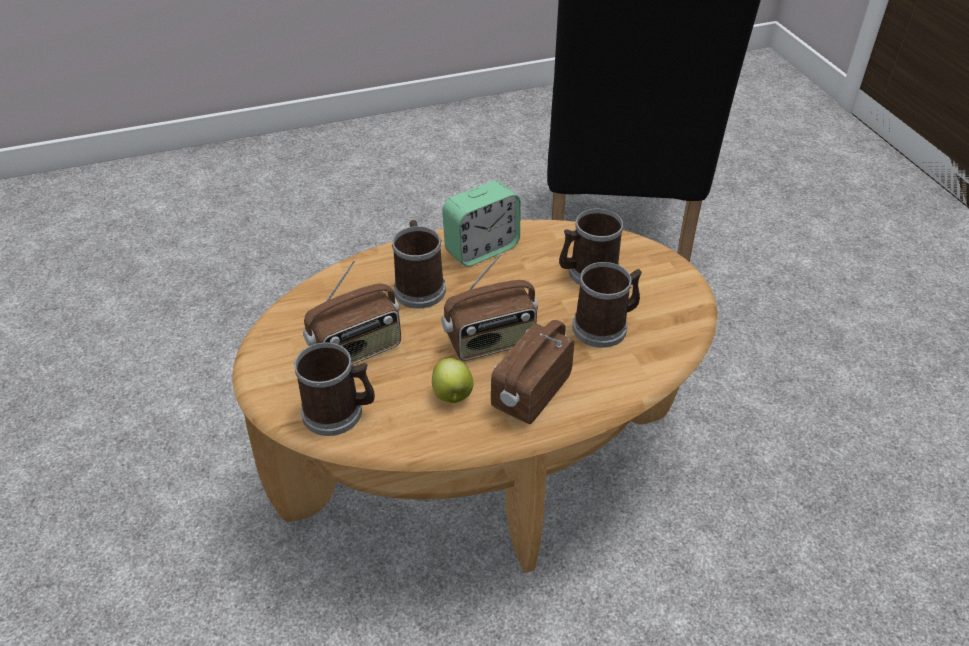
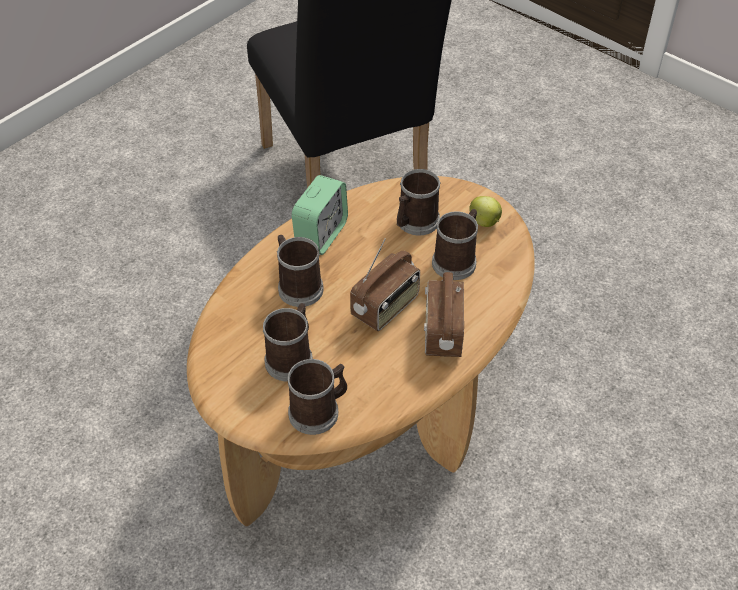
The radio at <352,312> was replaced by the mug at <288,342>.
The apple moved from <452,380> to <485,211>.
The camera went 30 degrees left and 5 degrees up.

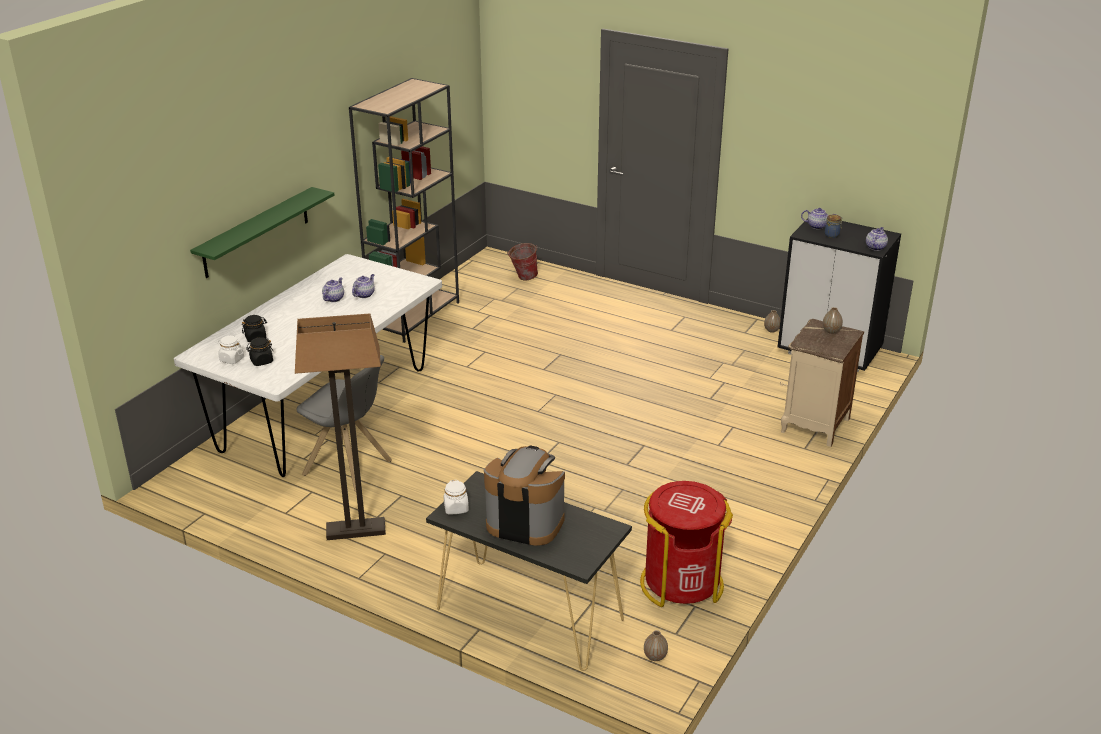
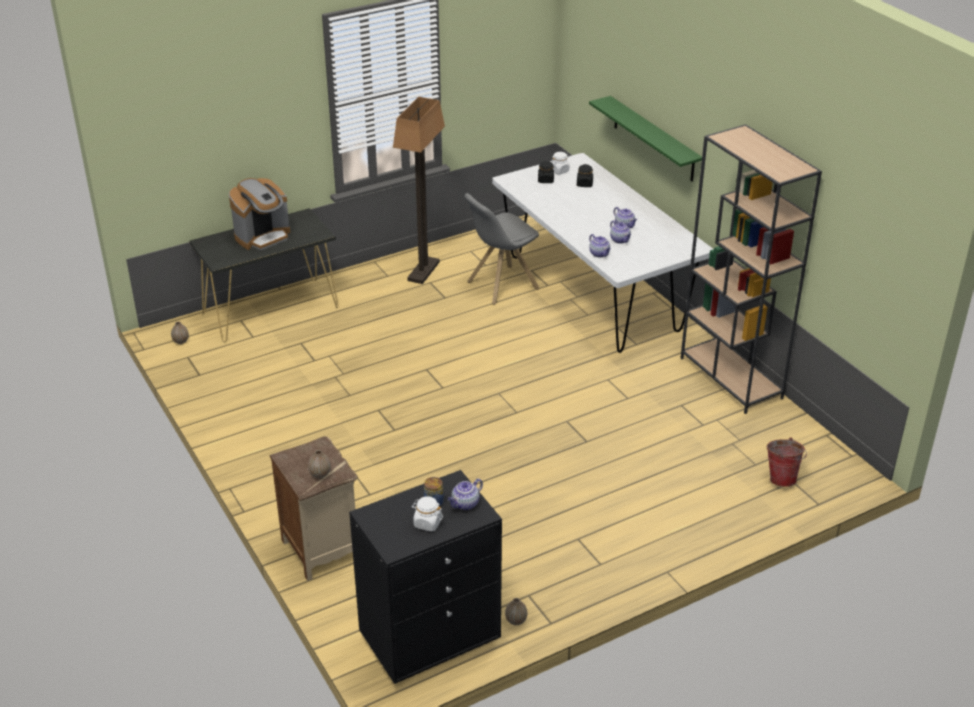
The white jar moved from <456,497> to <427,513>.
The red trash can at <686,544> disappeared.
The teapot moved from <877,239> to <600,245>.
The camera went 120 degrees right and 5 degrees up.

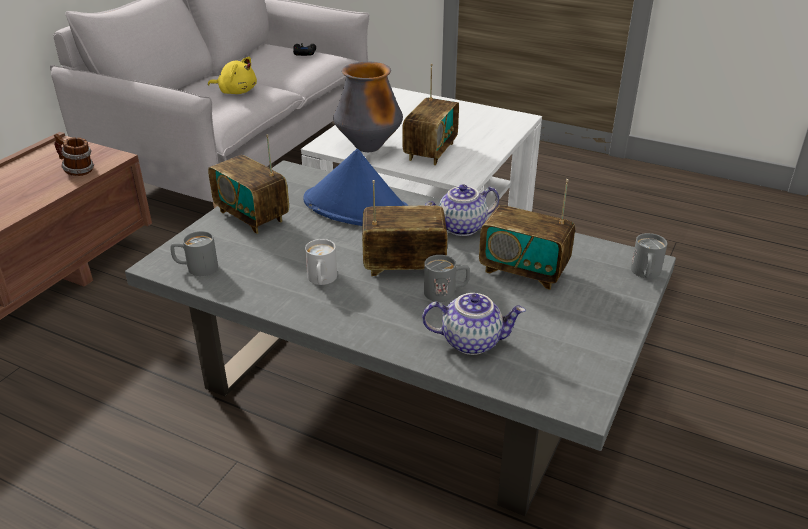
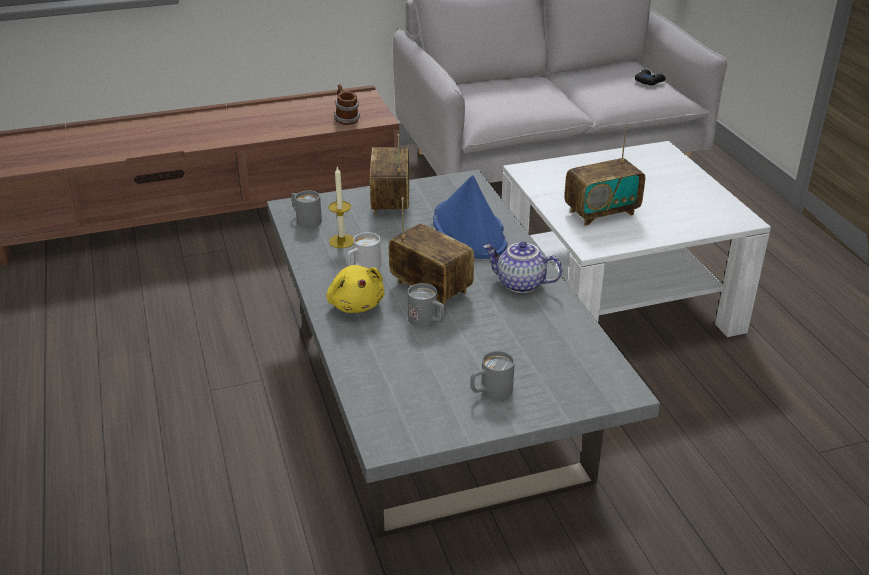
The yellow plush toy moved from <232,75> to <356,289>.
The vase at <368,106> disappeared.
The teapot at <474,324> disappeared.
The radio at <527,234> disappeared.
The grey mug moved from <649,256> to <492,375>.
The candle at <341,207> appeared.
The camera went 45 degrees right and 0 degrees up.

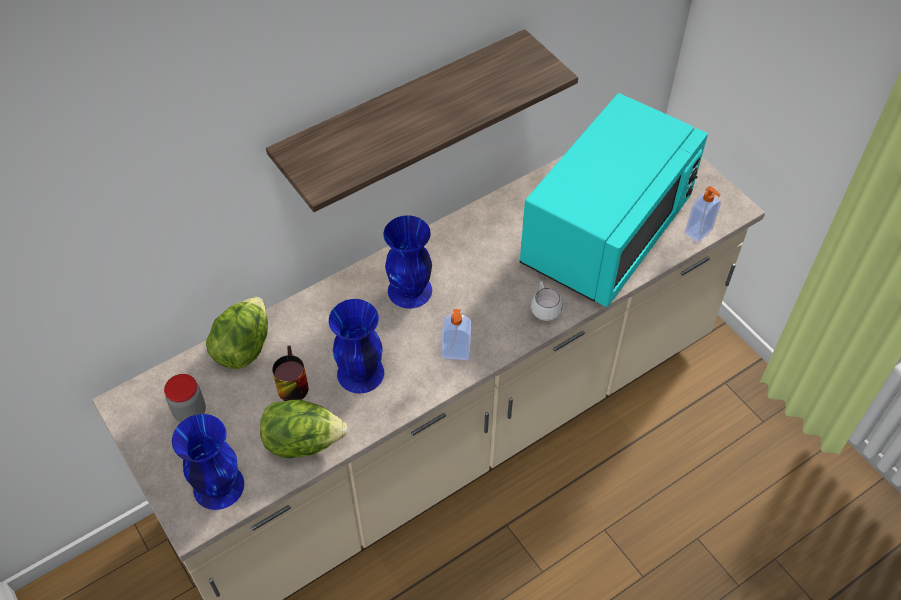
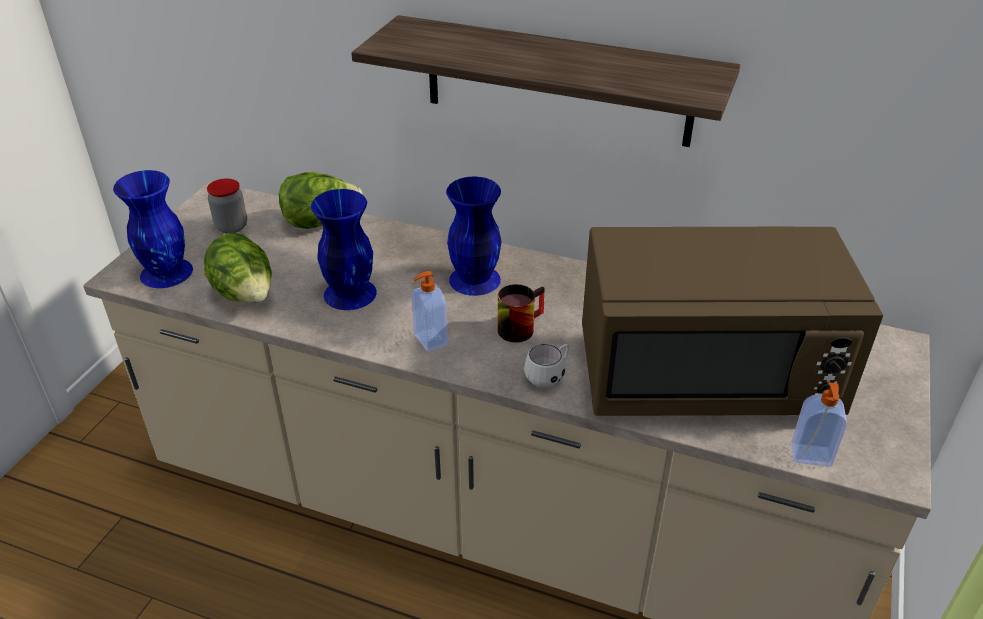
The mug moved from <290,373> to <521,313>.
The turquoise microwave at <614,200> became the brown microwave at <732,321>.
The camera went 55 degrees right and 15 degrees down.

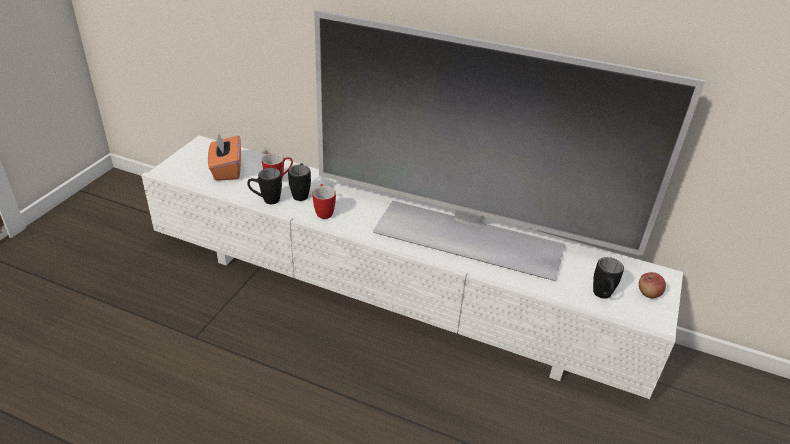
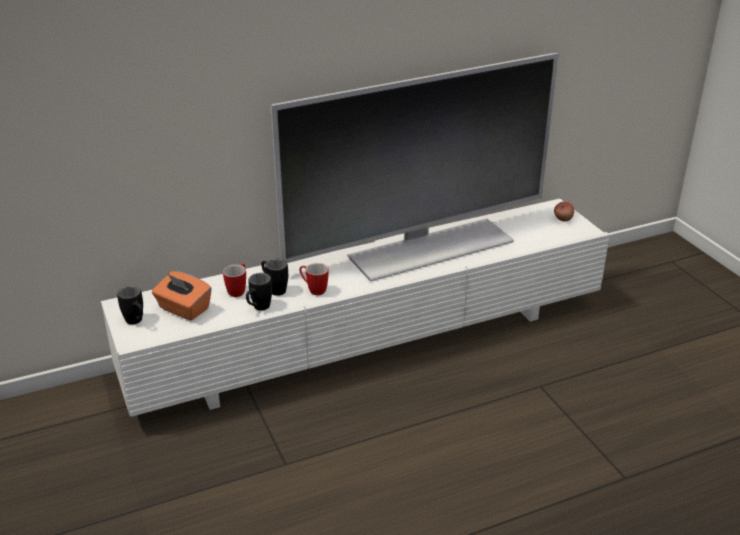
The black mug moved from <608,278> to <130,305>.
The camera went 45 degrees left and 5 degrees down.

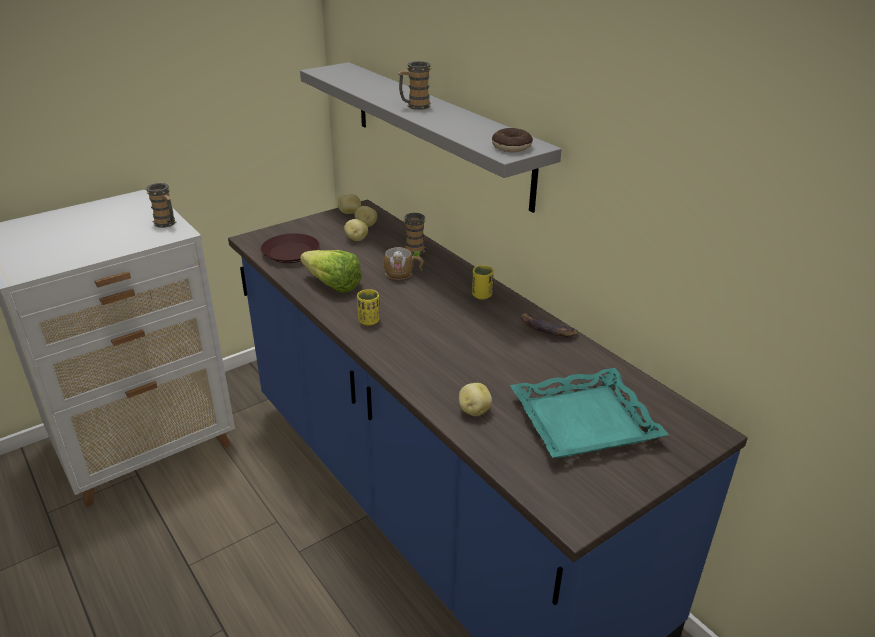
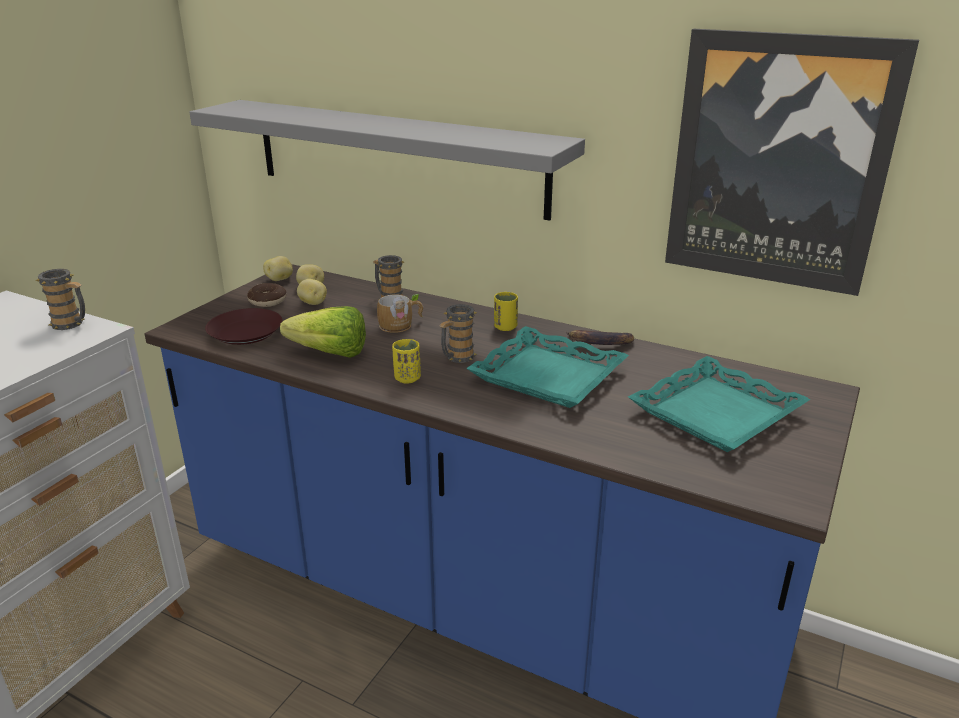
The mug moved from <414,85> to <458,333>.
The potato at <475,399> disappeared.
The donut moved from <512,140> to <266,295>.
The turquoise tray at <547,367> appeared.
The picture at <792,162> appeared.
The camera went 25 degrees left and 5 degrees down.

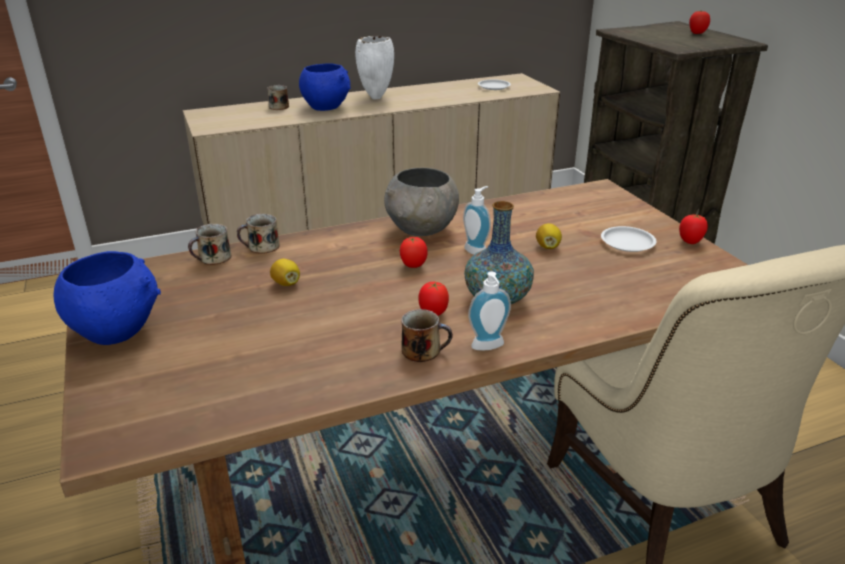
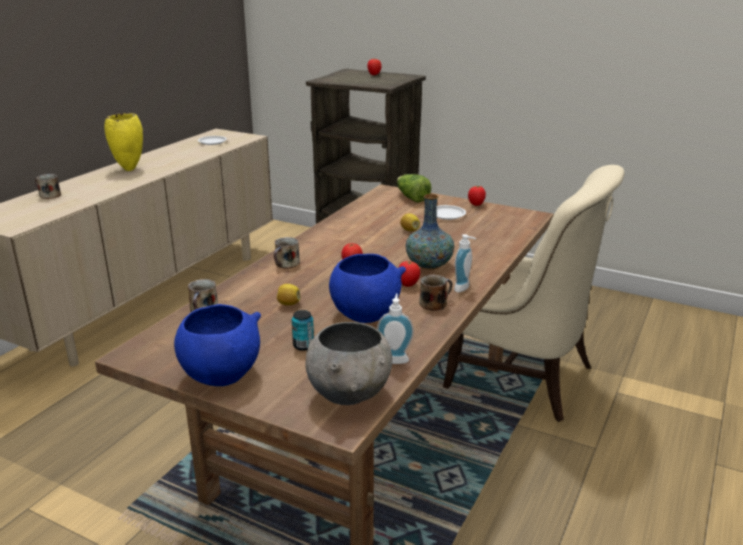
The mug moved from <258,234> to <287,252>.
The blue bowl moved from <325,87> to <367,288>.
The white vase at <374,67> became the yellow vase at <123,142>.
The grey bowl moved from <421,201> to <349,363>.
The soap dispenser moved from <477,220> to <395,329>.
The can at <303,330> appeared.
The lettuce at <414,188> appeared.
The camera went 40 degrees left and 5 degrees down.

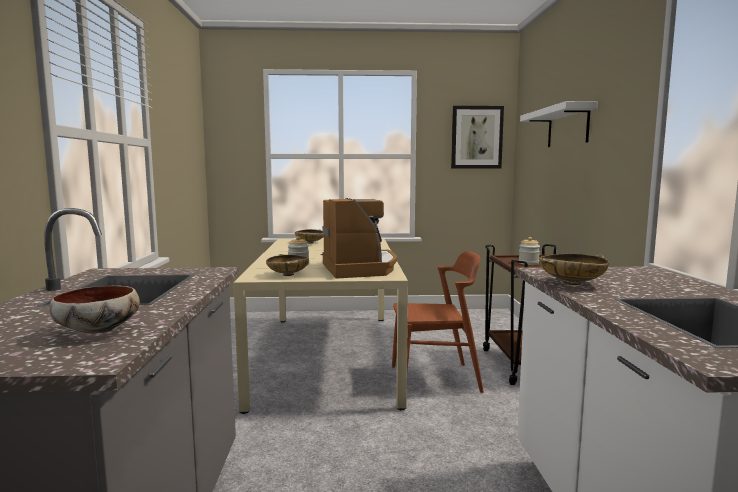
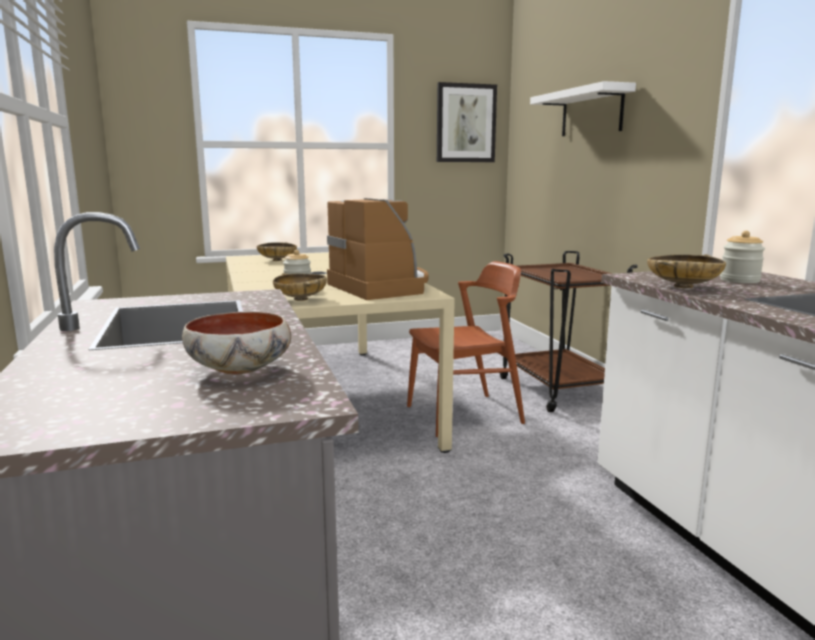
The jar moved from <529,251> to <742,257>.
The camera went 15 degrees left and 5 degrees up.

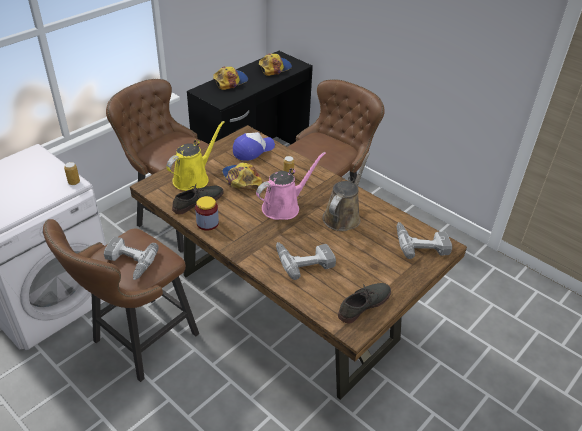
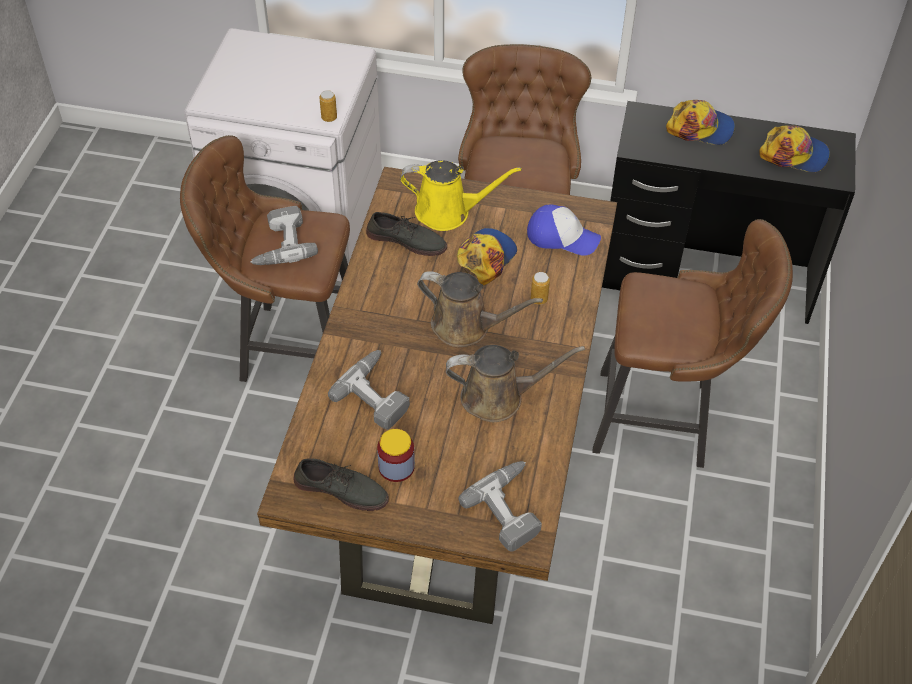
The jar moved from <207,213> to <396,455>.
The pink watering can at <291,186> became the brown watering can at <480,309>.
The camera went 60 degrees right and 10 degrees up.

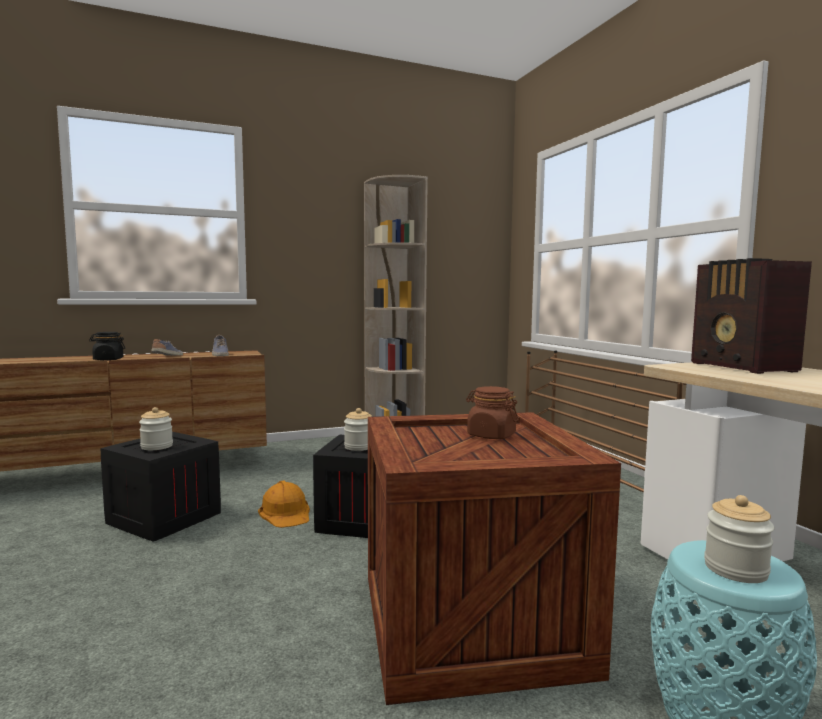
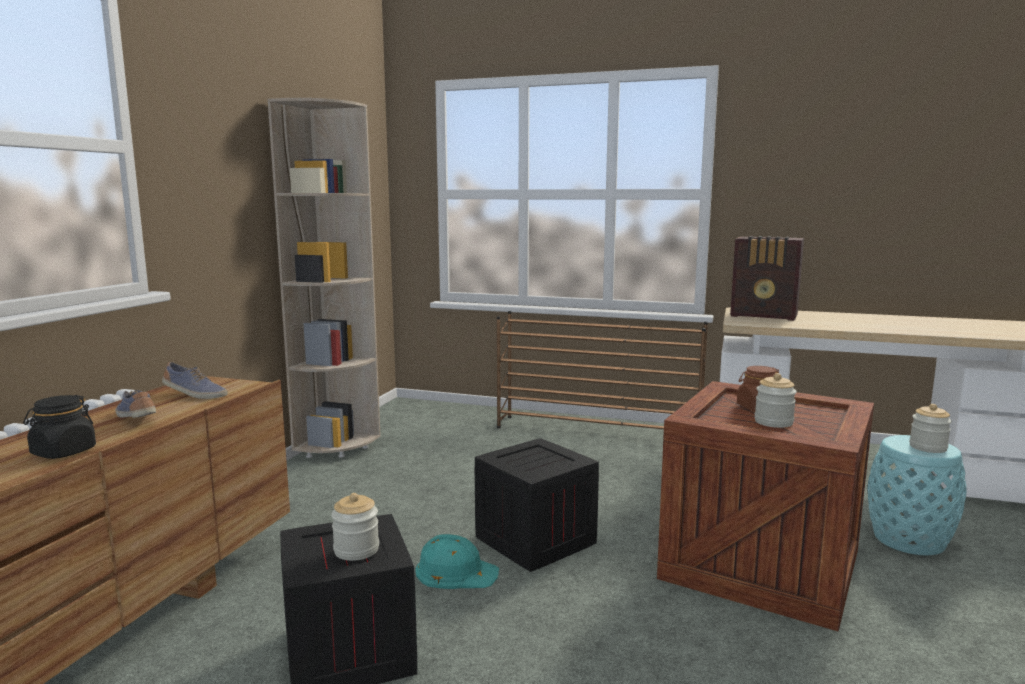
The orange hard hat at <284,504> became the turquoise hard hat at <457,561>.
The jar moved from <358,429> to <775,400>.
The camera went 50 degrees left and 5 degrees up.

